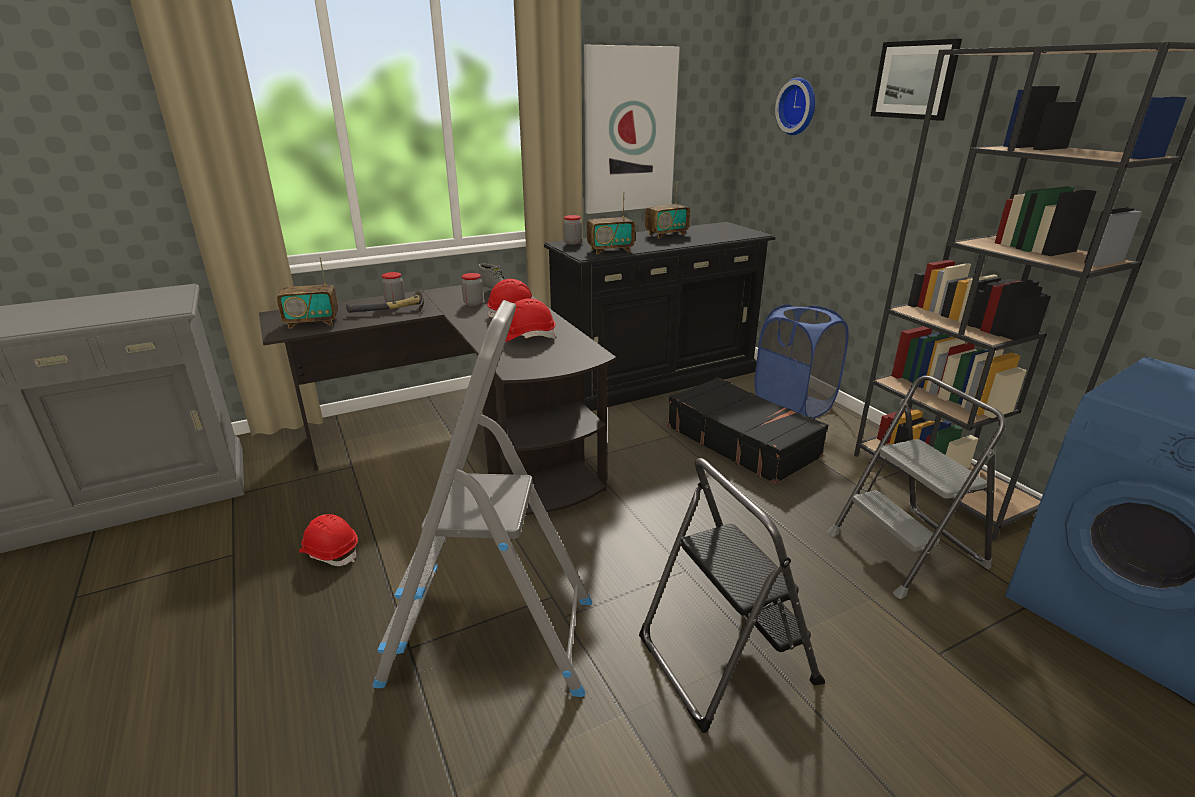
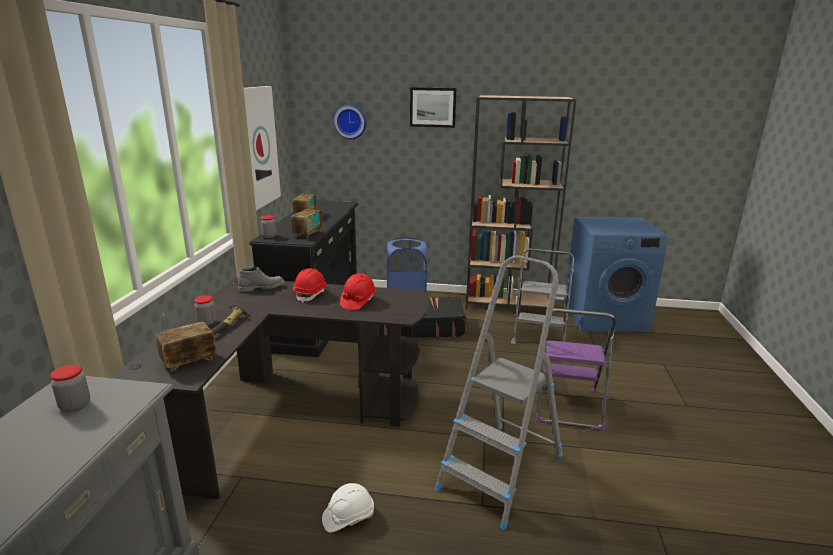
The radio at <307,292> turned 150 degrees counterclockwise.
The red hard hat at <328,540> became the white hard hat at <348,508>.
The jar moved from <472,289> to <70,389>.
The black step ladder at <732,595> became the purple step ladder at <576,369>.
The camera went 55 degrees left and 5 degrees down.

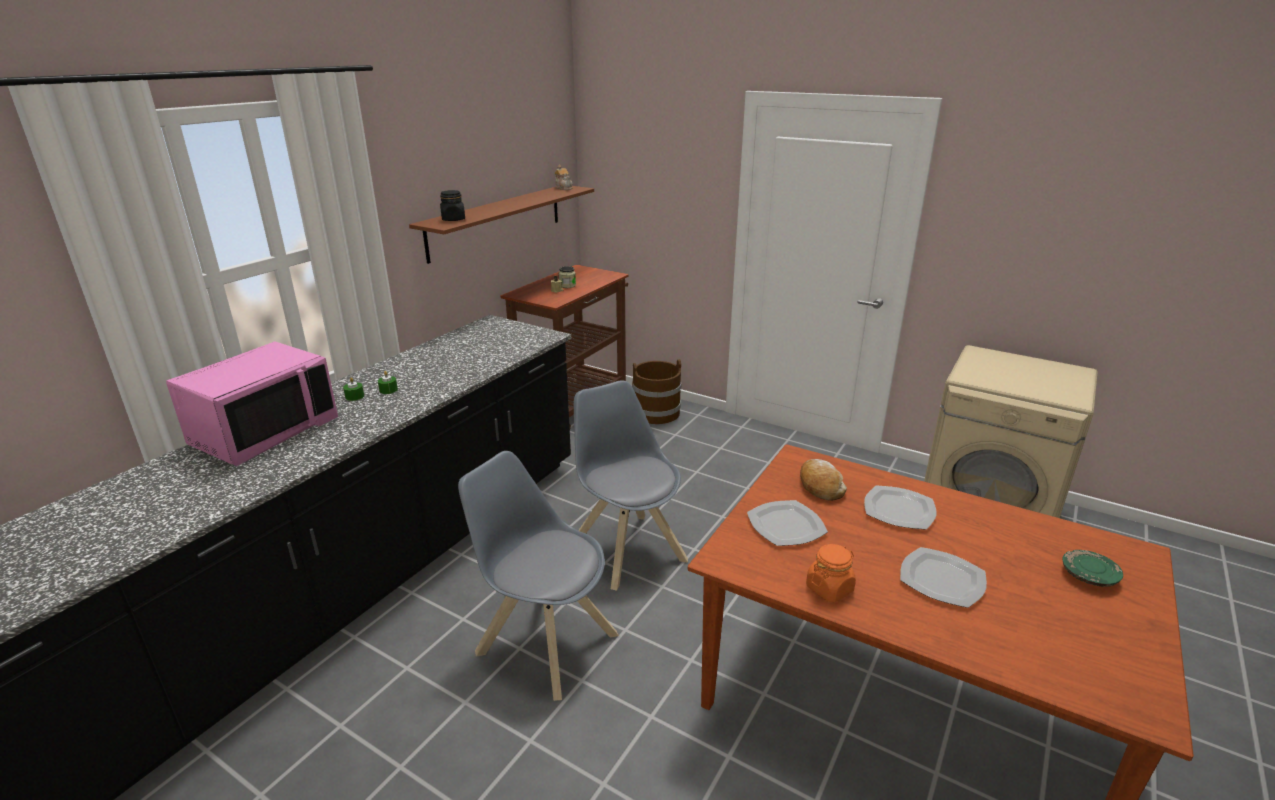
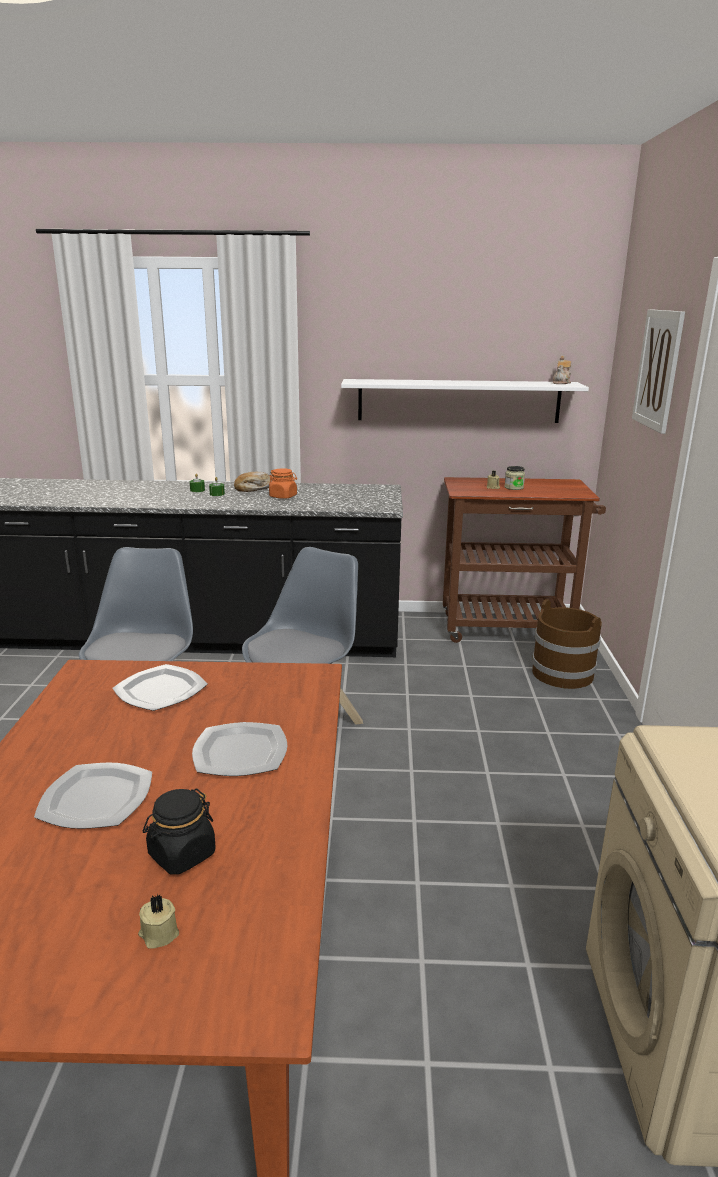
The pink microwave at <252,404> disappeared.
The brown shelf at <501,225> became the white shelf at <465,401>.
The black jar moved from <452,205> to <179,832>.
The bread moved from <823,480> to <253,482>.
The orange jar moved from <831,573> to <283,483>.
The green plate at <1092,568> was replaced by the beige candle at <158,921>.
The picture at <658,371> appeared.
The camera went 60 degrees right and 5 degrees down.

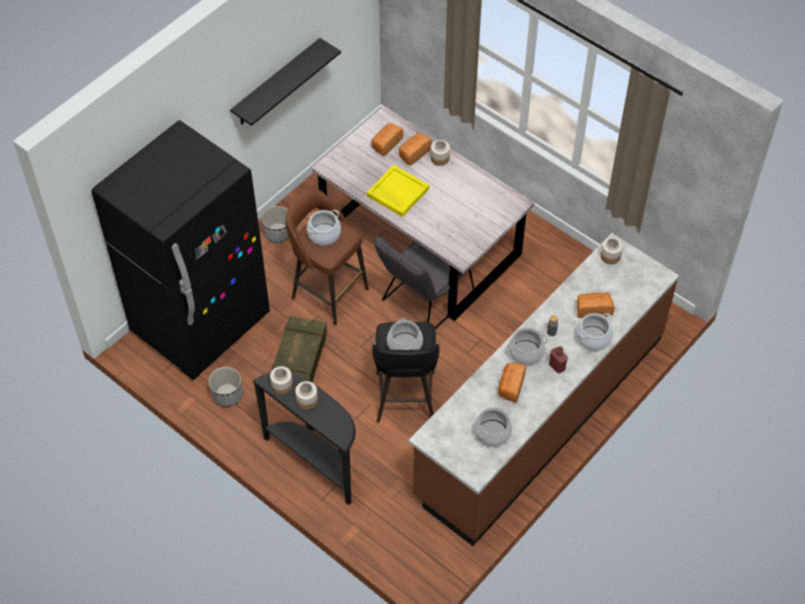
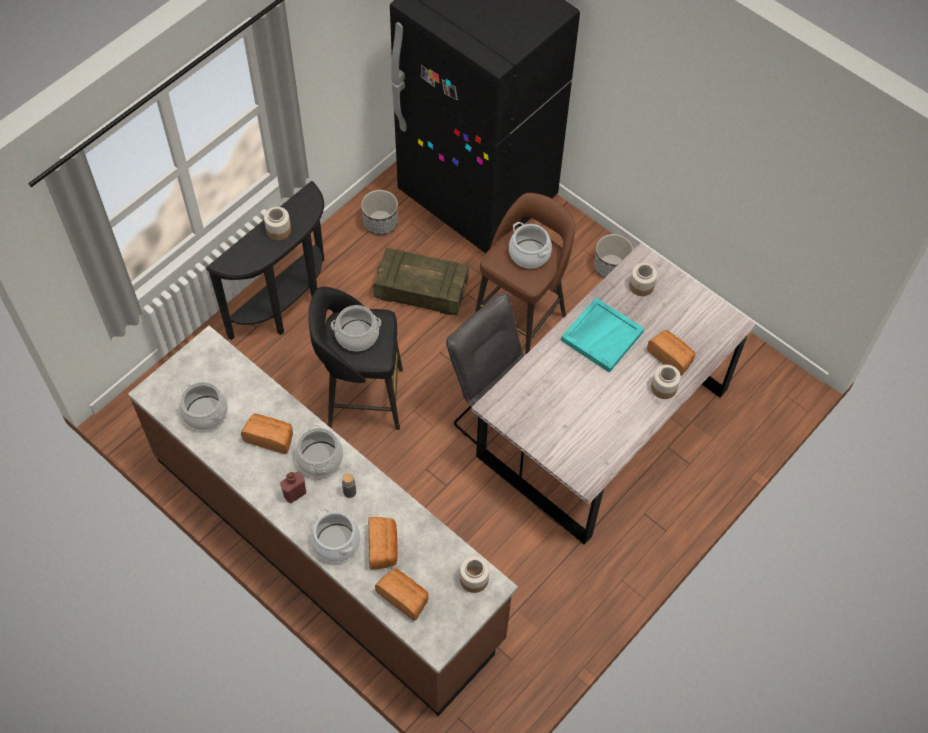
The black shelf at <285,82> disappeared.
The jar moved from <281,380> to <643,279>.
The yellow tray at <398,191> became the turquoise tray at <602,335>.
The bread moved from <387,140> to <401,595>.
The camera went 90 degrees right and 5 degrees up.

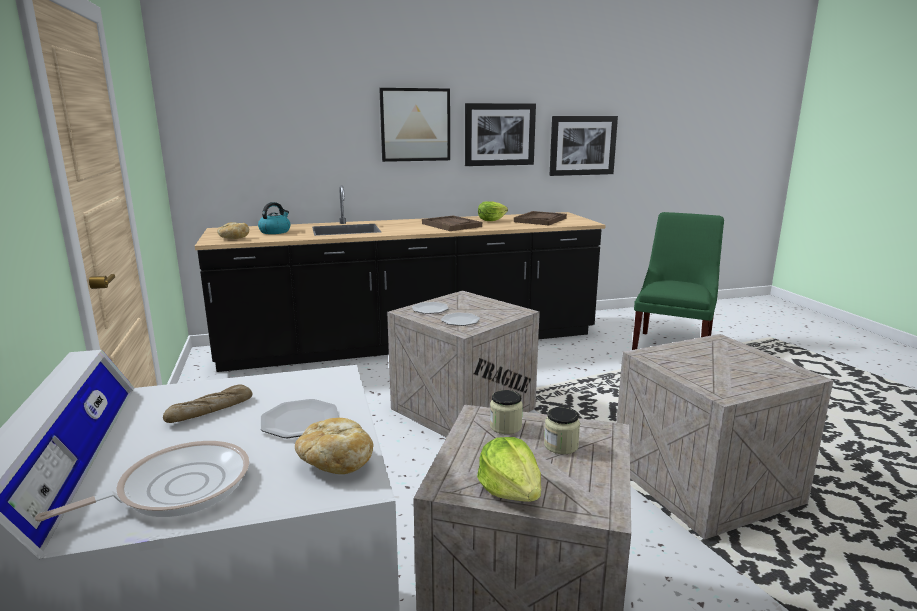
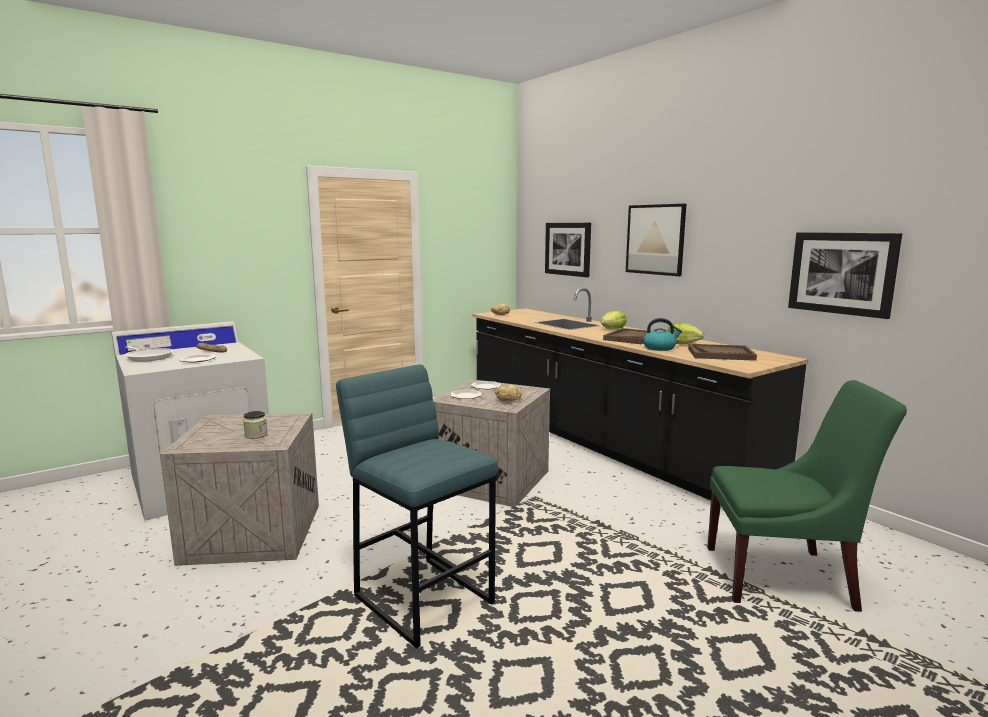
The kettle moved from <274,218> to <662,334>.
The bread moved from <334,446> to <508,393>.
The picture moved from <500,134> to <568,250>.
The lettuce moved from <509,469> to <614,319>.
The jar at <506,412> disappeared.
The crate at <725,436> was replaced by the turquoise stool at <417,506>.
The camera went 70 degrees right and 5 degrees down.

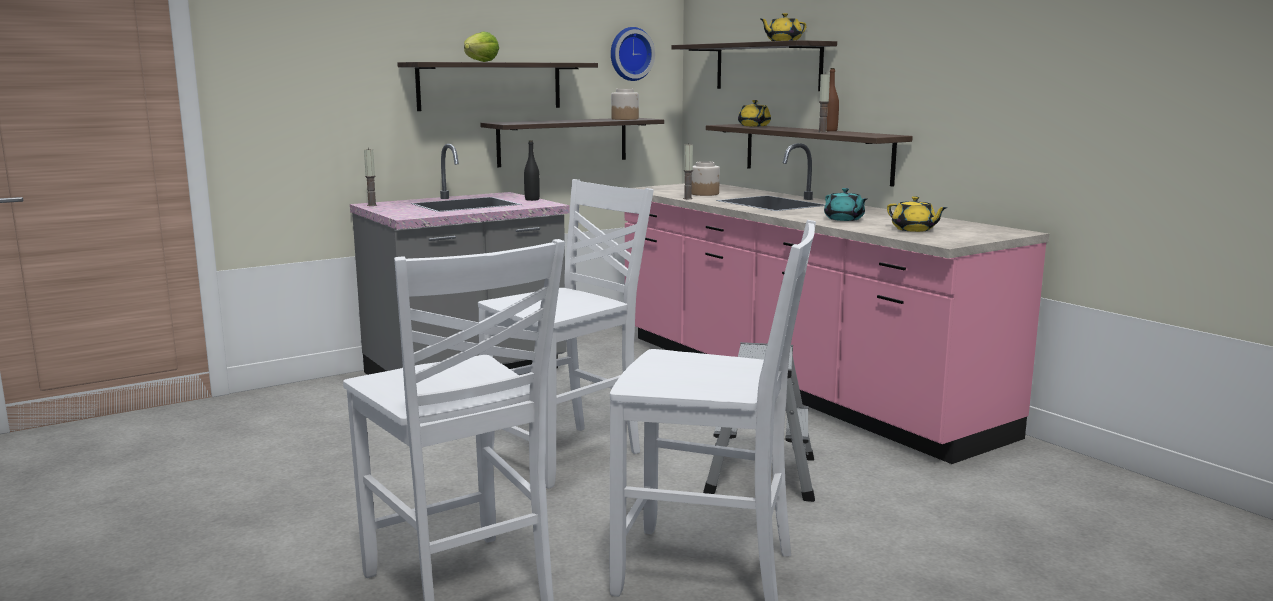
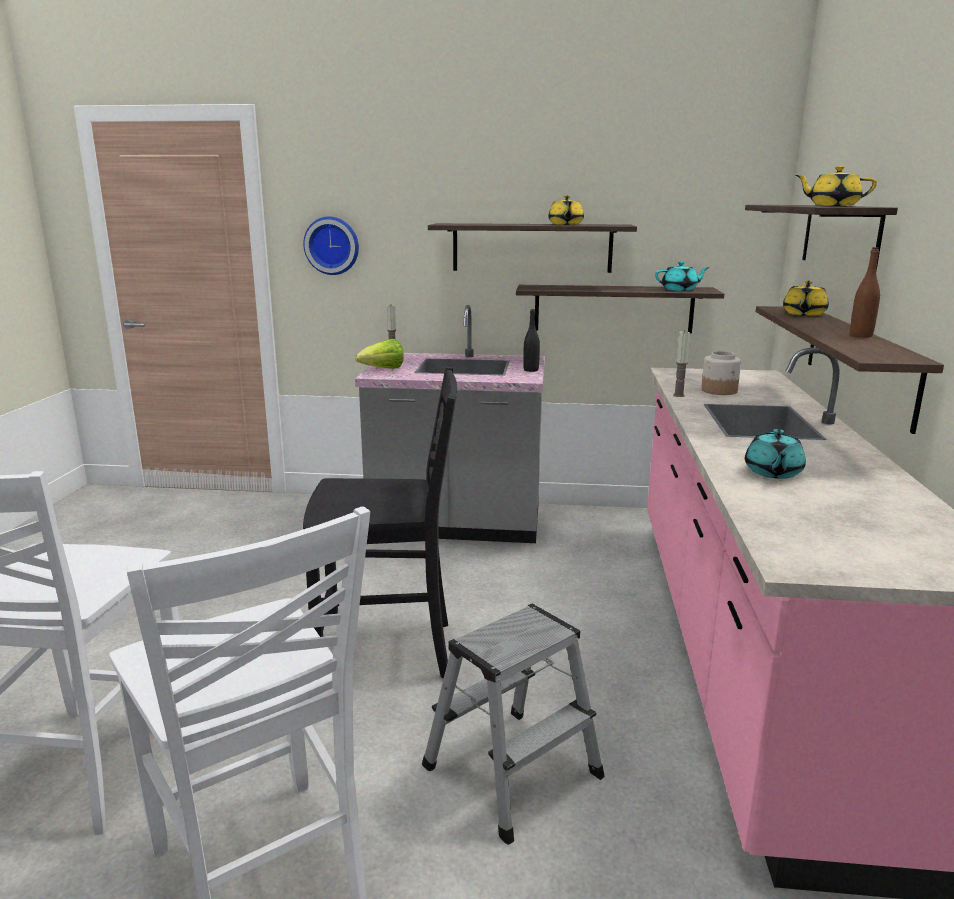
The lettuce moved from <481,46> to <379,354>.
The white chair at <566,334> became the black chair at <380,522>.
The wall clock moved from <633,54> to <331,246>.
The jar at <625,104> was replaced by the turquoise teapot at <682,276>.
The candle at <824,102> disappeared.
The yellow teapot moved from <917,214> to <566,210>.
The camera went 40 degrees right and 5 degrees up.

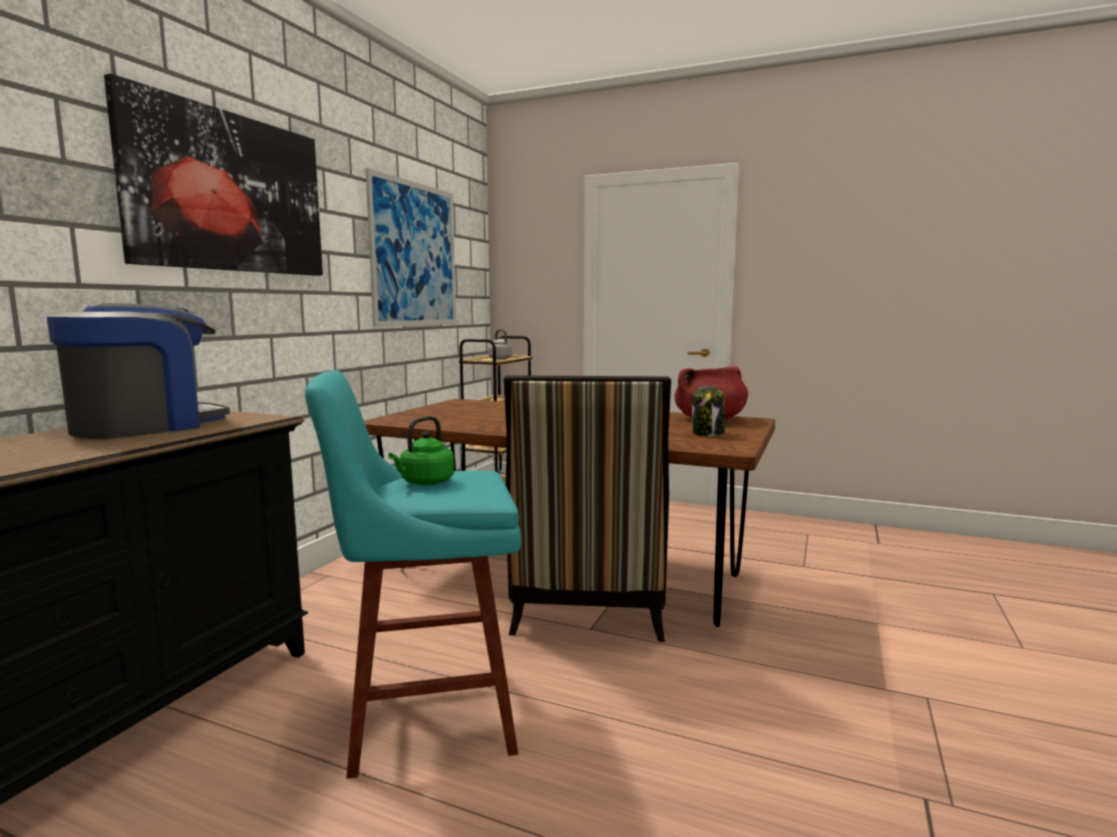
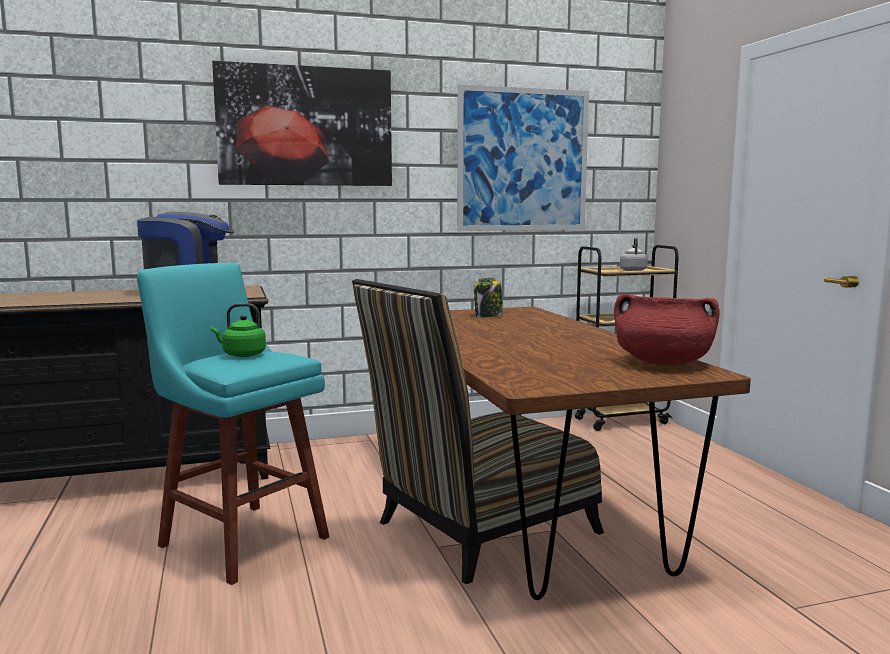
The jar moved from <708,411> to <489,297>.
The camera went 50 degrees right and 0 degrees up.

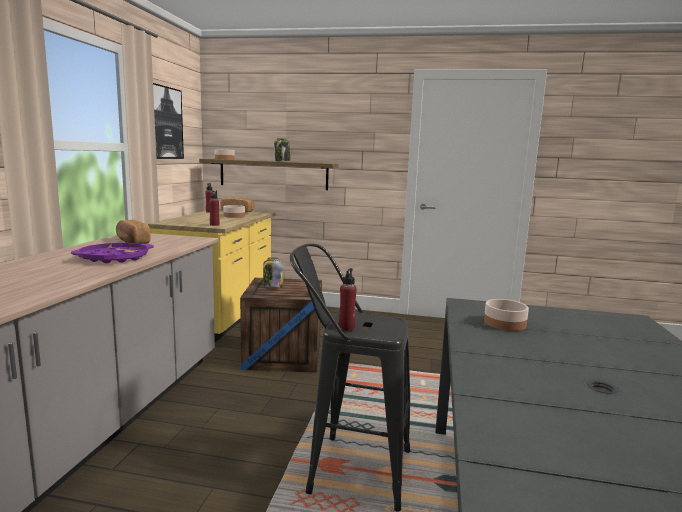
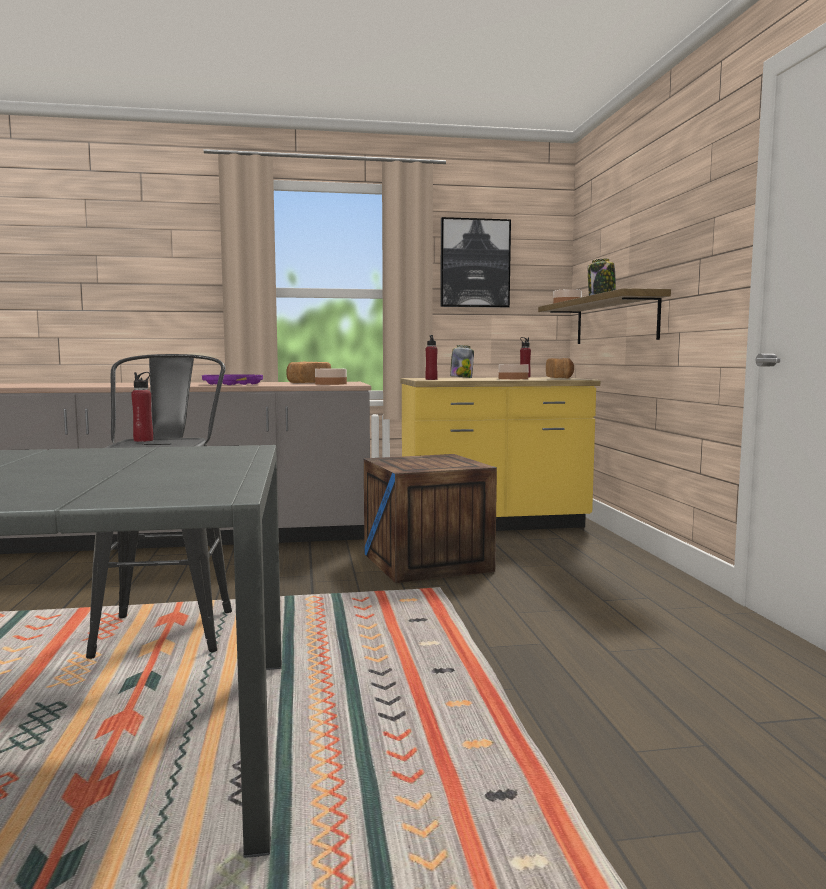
The jar moved from <273,272> to <462,361>.
The bowl moved from <506,315> to <331,377>.
The camera went 70 degrees right and 5 degrees down.

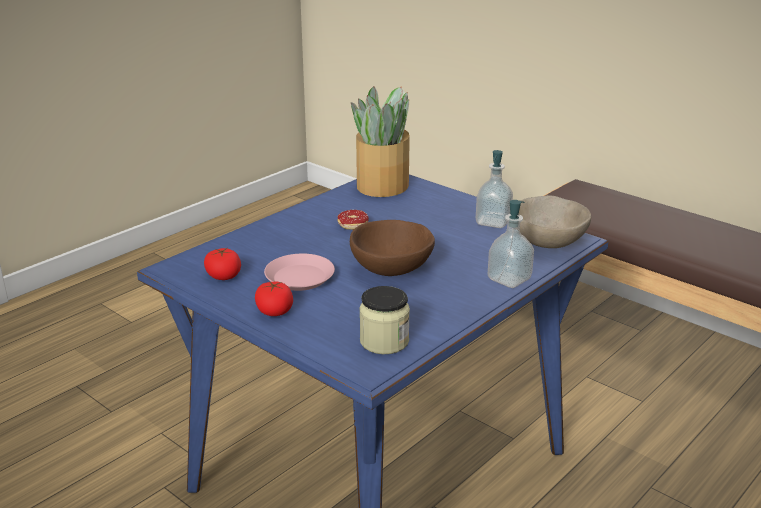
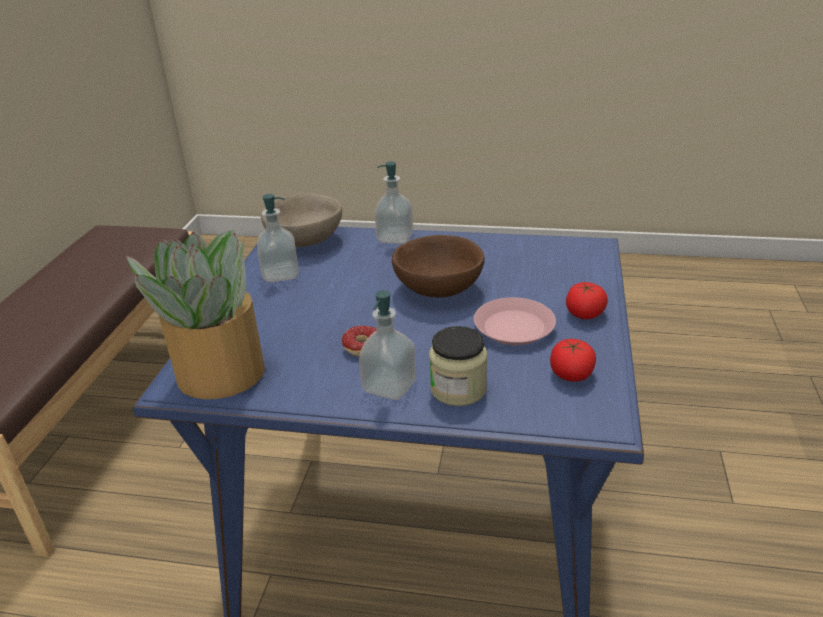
The jar moved from <384,320> to <458,366>.
The soap dispenser at <387,345> appeared.
The camera went 120 degrees left and 5 degrees up.

